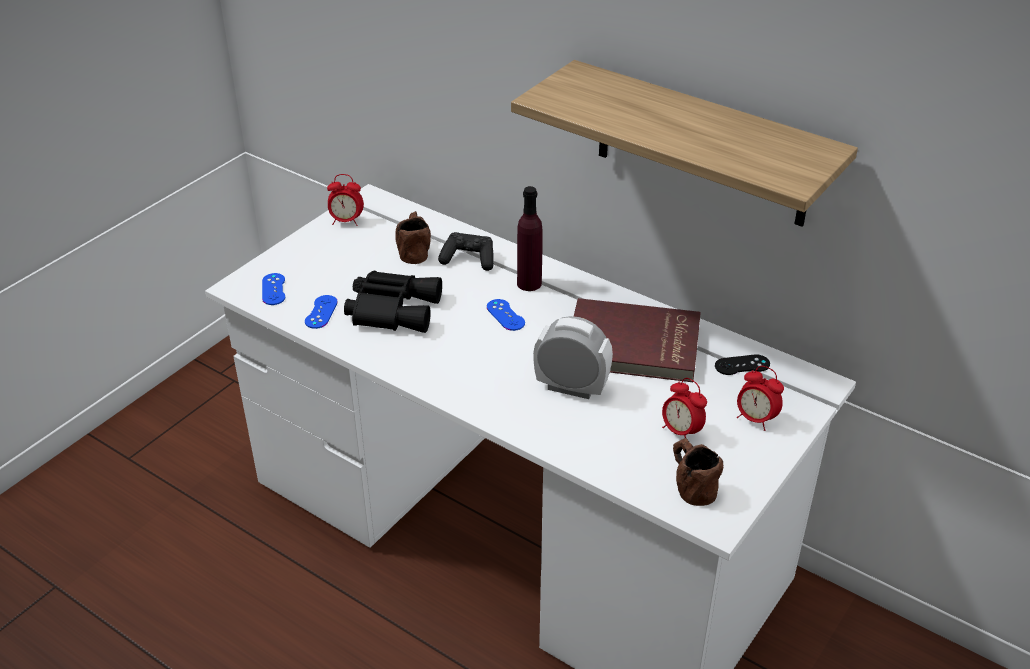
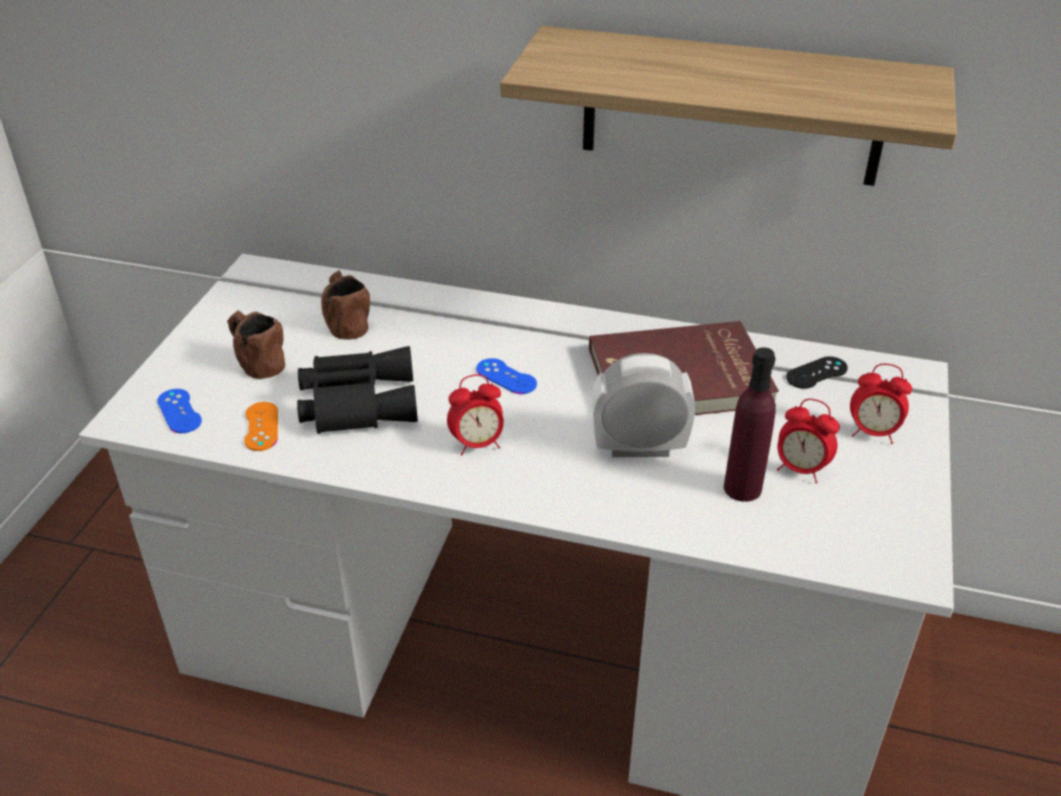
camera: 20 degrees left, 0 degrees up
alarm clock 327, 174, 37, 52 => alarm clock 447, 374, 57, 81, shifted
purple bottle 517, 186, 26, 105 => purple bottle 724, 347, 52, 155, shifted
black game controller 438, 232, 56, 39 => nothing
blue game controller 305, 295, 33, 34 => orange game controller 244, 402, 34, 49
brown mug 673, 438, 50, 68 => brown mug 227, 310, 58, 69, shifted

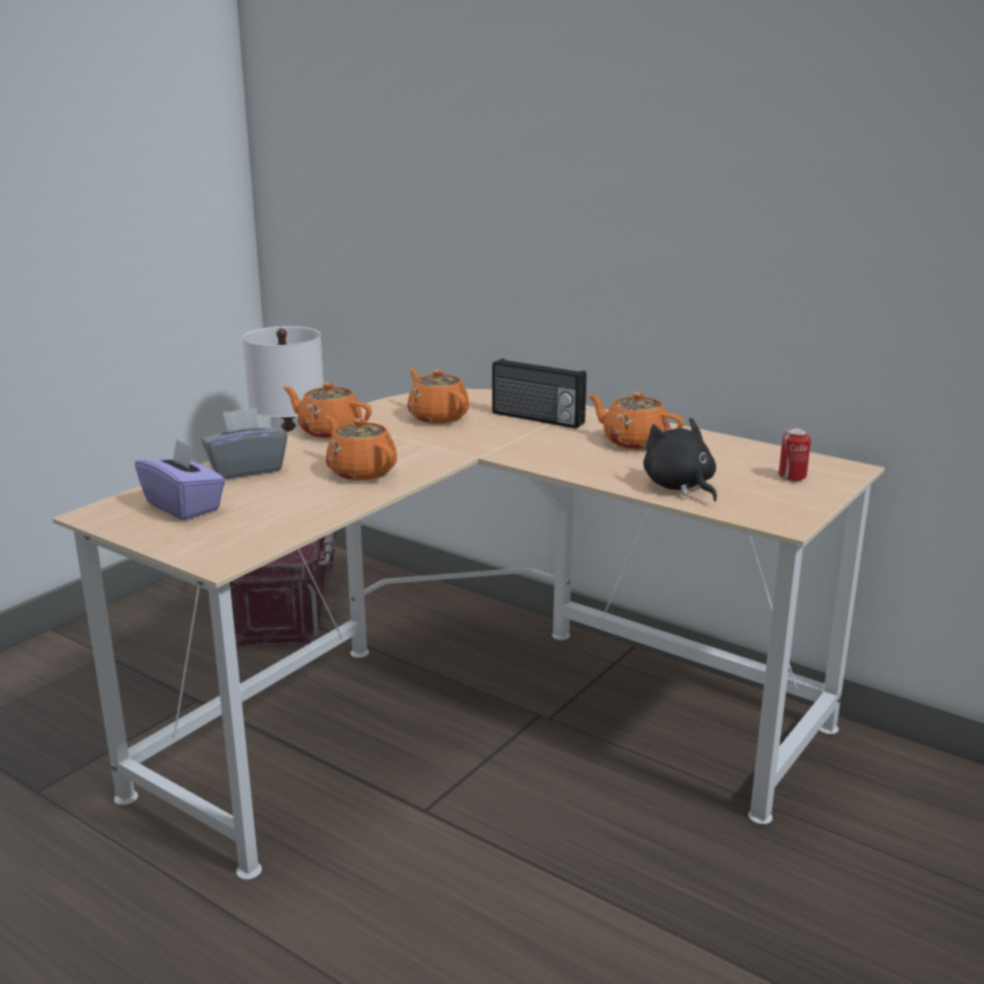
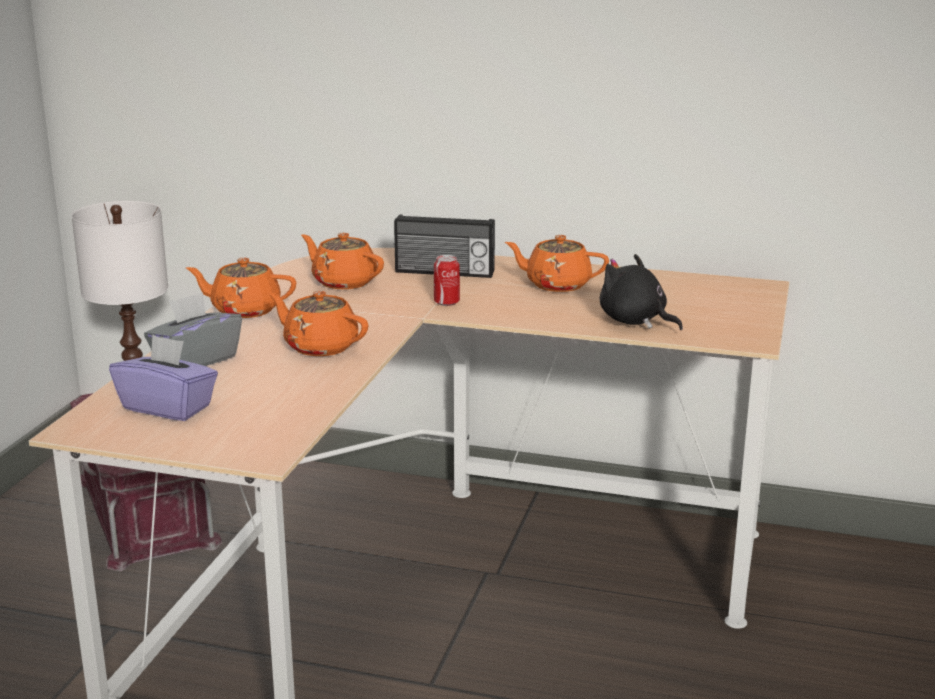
camera: 20 degrees left, 0 degrees up
can 779, 427, 32, 54 => can 434, 255, 26, 51, shifted

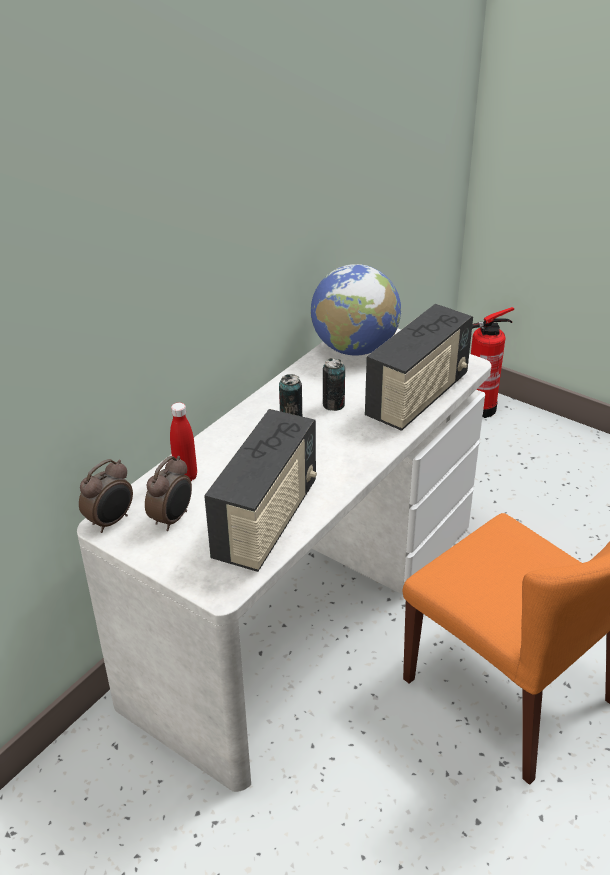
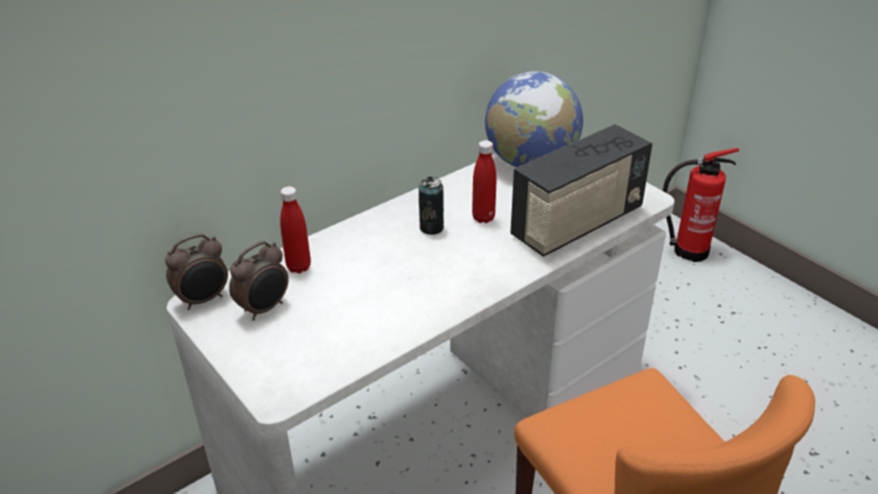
camera: 15 degrees right, 0 degrees up
can 323, 358, 22, 53 => red bottle 472, 140, 24, 83
radio 204, 409, 113, 163 => nothing

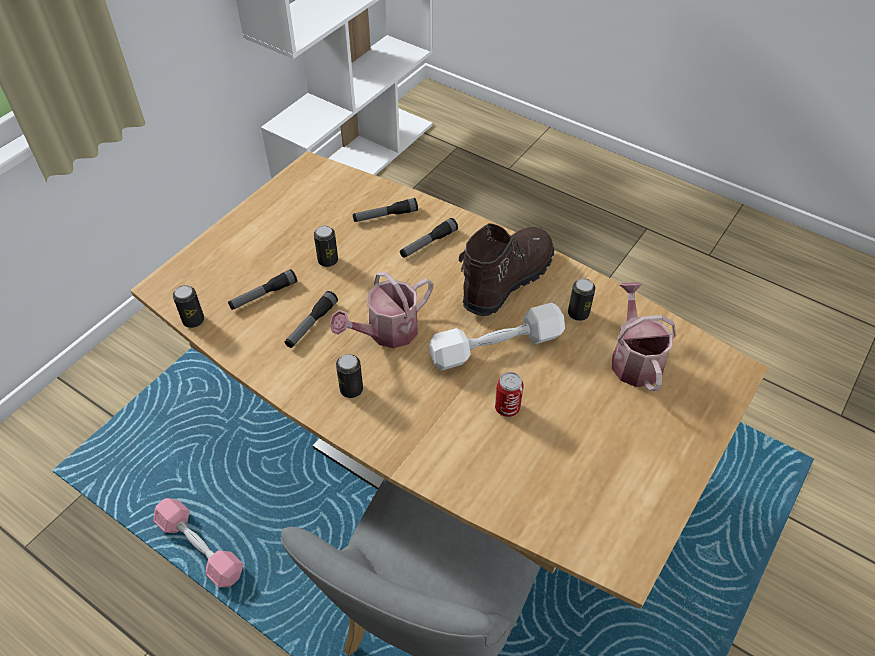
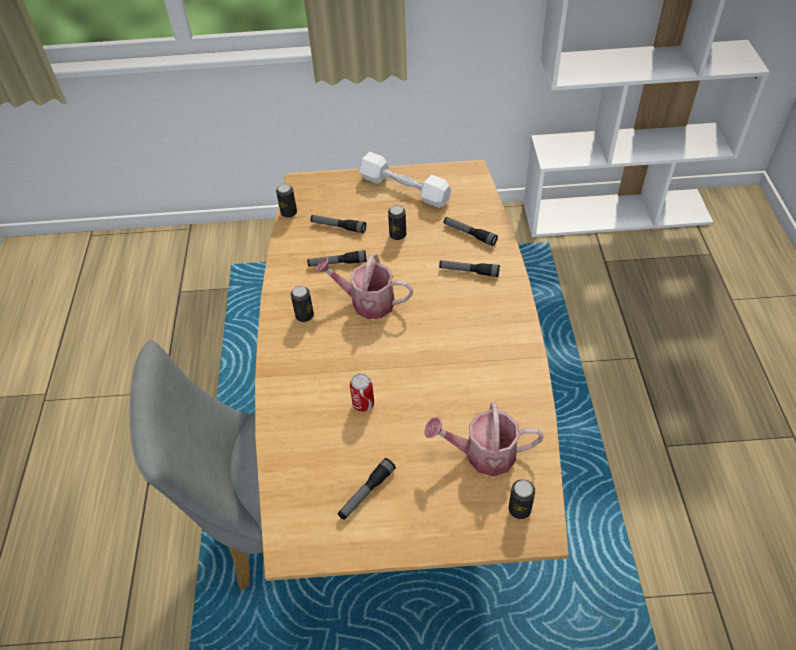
camera: 55 degrees right, 0 degrees up
brown boot 459, 223, 95, 93 => nothing
can 568, 278, 27, 43 => can 508, 479, 27, 40, shifted
watering can 611, 282, 65, 109 => watering can 424, 402, 120, 74, 135 degrees counterclockwise
white dumbbell 429, 303, 136, 68 => white dumbbell 359, 152, 92, 56, shifted
pink dumbbell 153, 498, 90, 89 => nothing
nothing => flashlight 338, 458, 58, 62

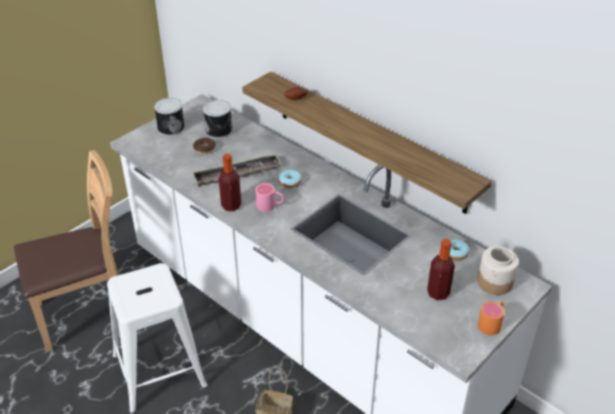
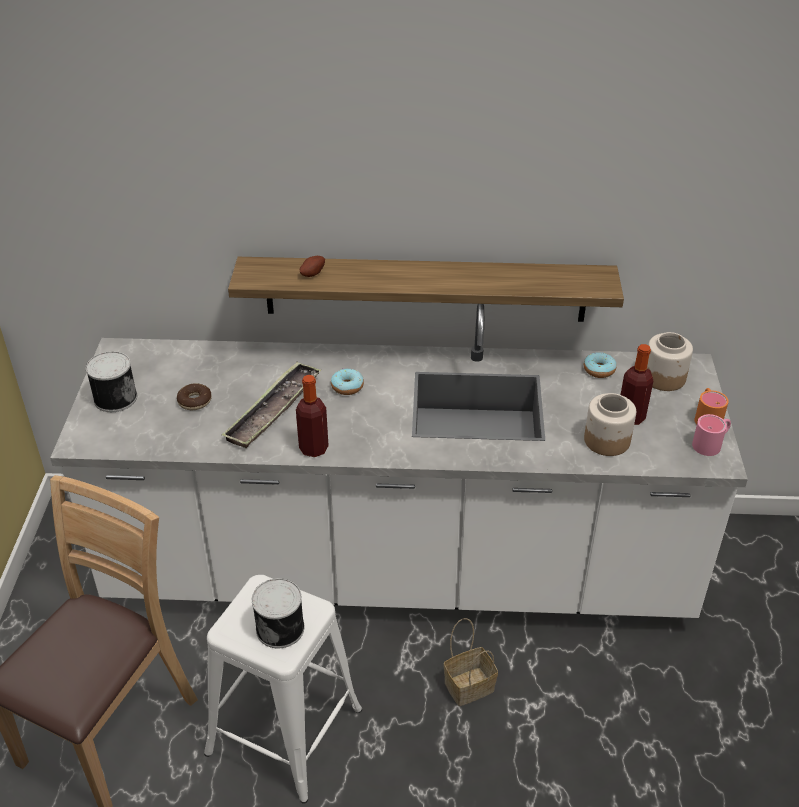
camera: 40 degrees left, 0 degrees up
can 203, 100, 30, 39 => can 252, 578, 53, 70, shifted
pink mug 255, 183, 29, 29 => pink mug 692, 414, 39, 42, shifted
nothing => jar 584, 393, 52, 63

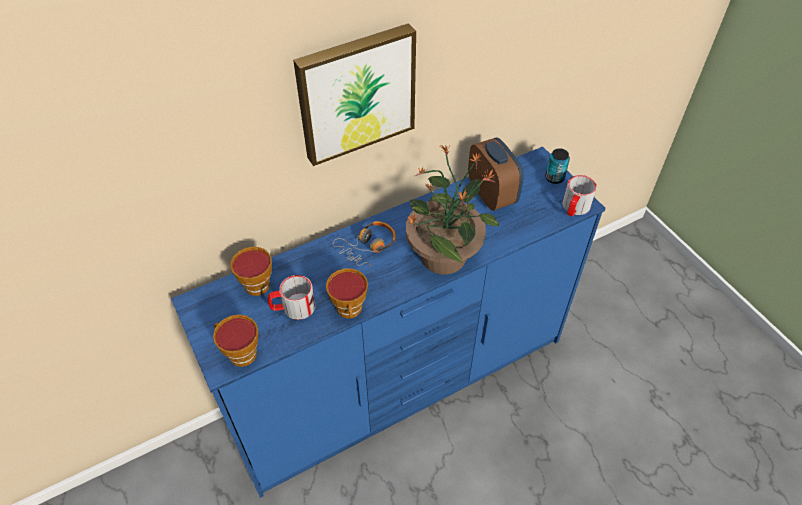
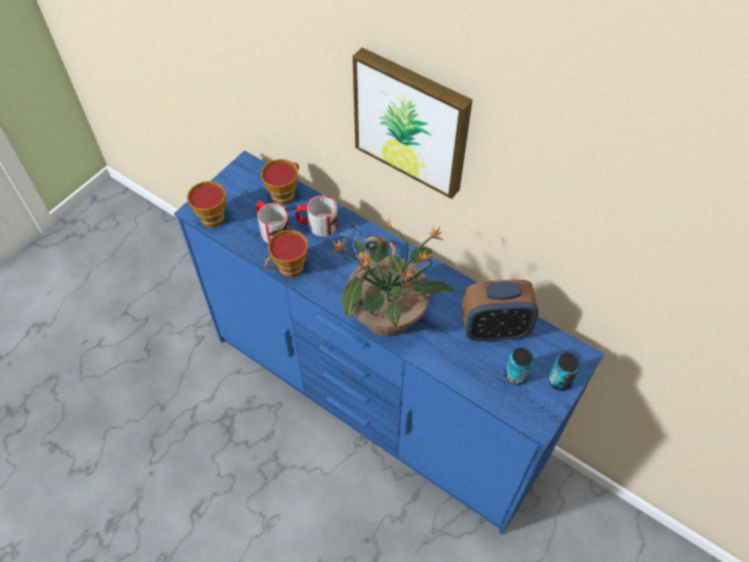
camera: 65 degrees right, 5 degrees up
alarm clock 468, 138, 56, 73 => alarm clock 462, 279, 77, 62, 45 degrees clockwise
mug 562, 175, 35, 41 => mug 296, 195, 42, 42, shifted
nothing => can 505, 347, 29, 38

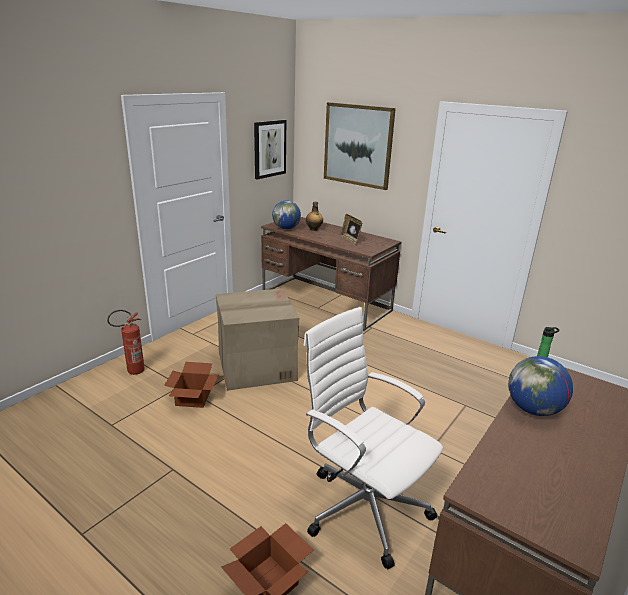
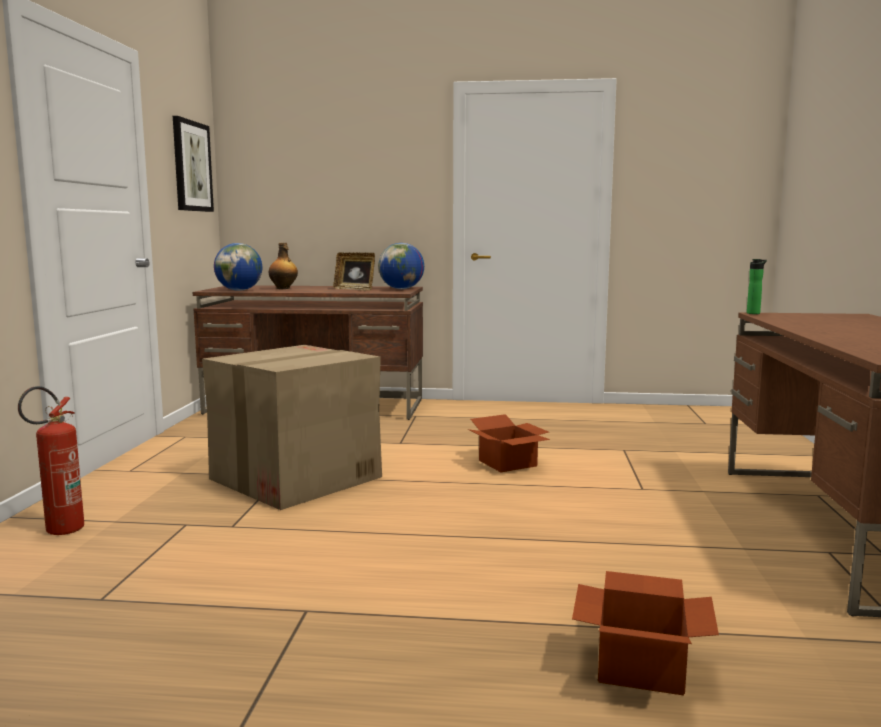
camera: 30 degrees left, 15 degrees down
picture 324, 102, 72, 88 => nothing
white office chair 304, 307, 139, 263 => nothing
globe 508, 356, 65, 60 => globe 378, 243, 46, 46, shifted
cardboard box 164, 362, 54, 46 => cardboard box 468, 414, 82, 58, shifted

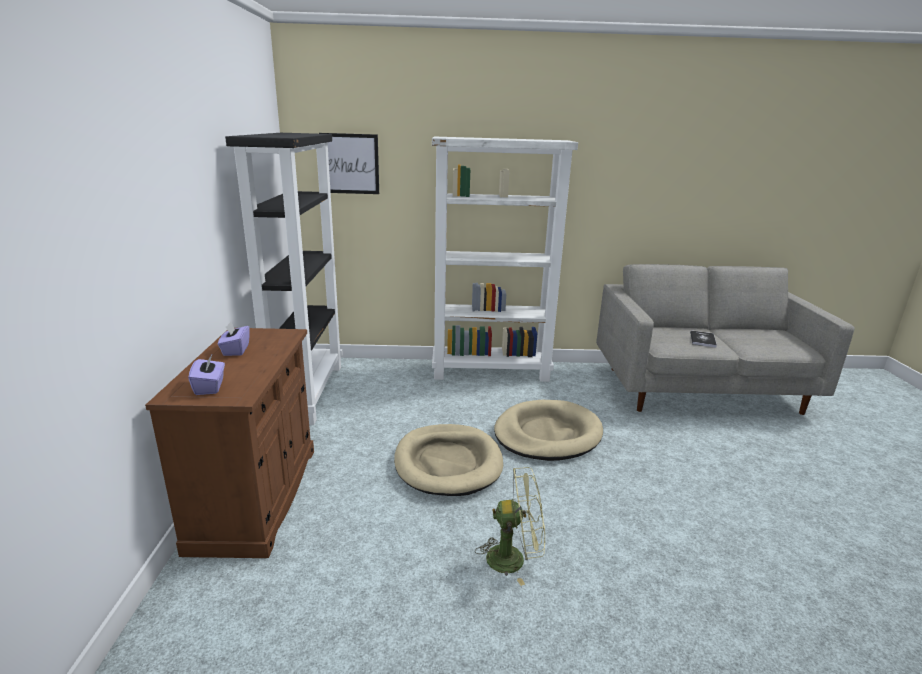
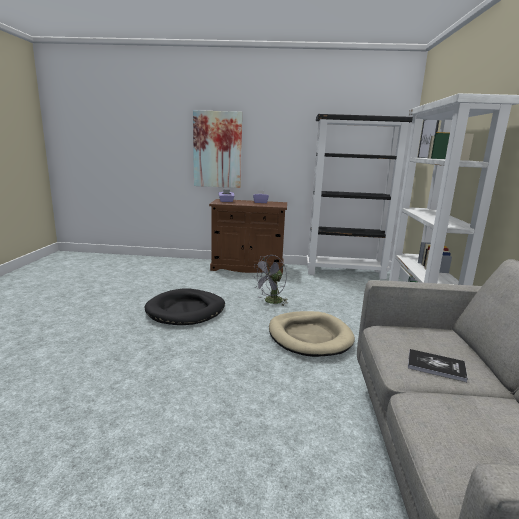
camera: 95 degrees right, 5 degrees down
beige dog bed 394, 424, 109, 72 => grey fan 252, 255, 36, 51
green fan 475, 467, 70, 119 => black dog bed 145, 288, 80, 37
nothing => picture 193, 110, 49, 78

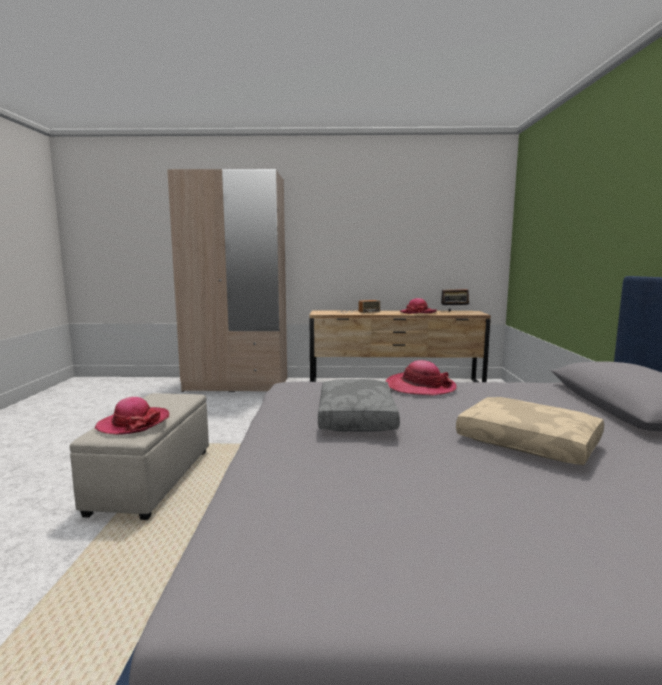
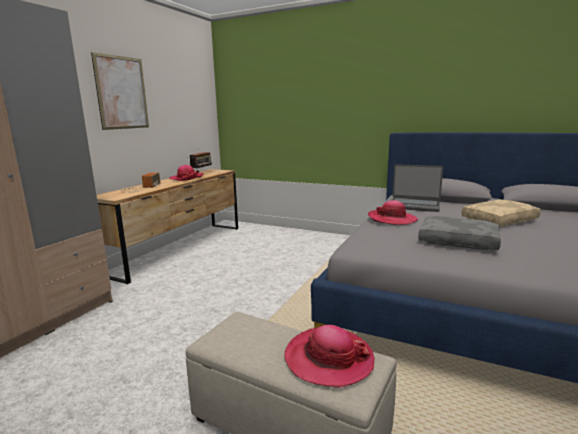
camera: 65 degrees left, 5 degrees up
nothing => picture 91, 52, 58, 78
nothing => laptop 392, 164, 51, 48

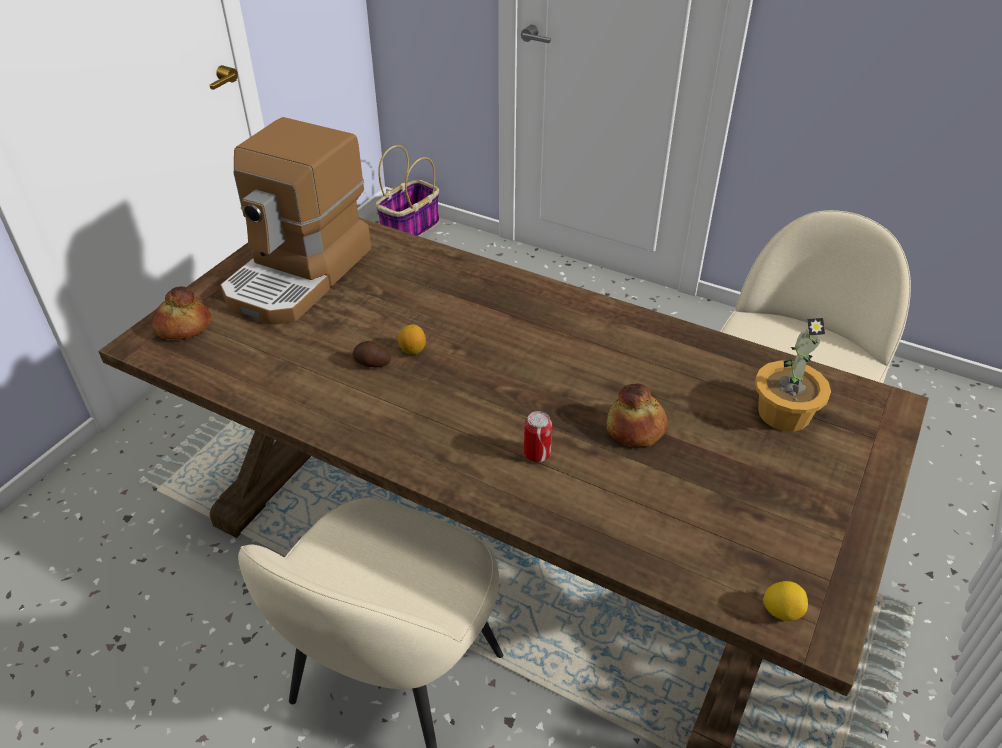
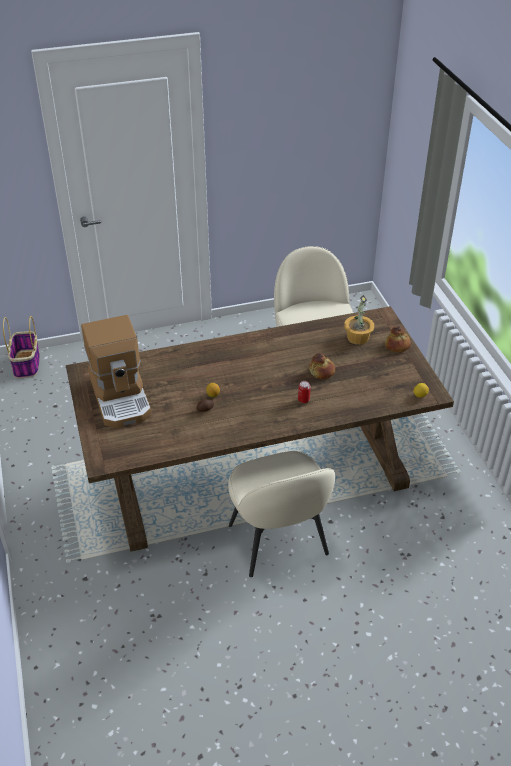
camera: 45 degrees left, 0 degrees up
bread 151, 286, 60, 54 => bread 385, 326, 26, 26, shifted

